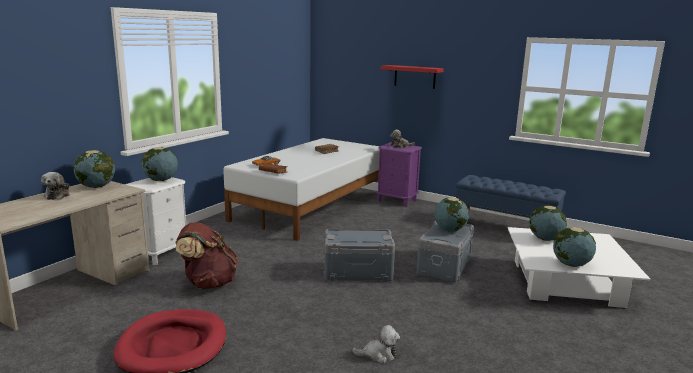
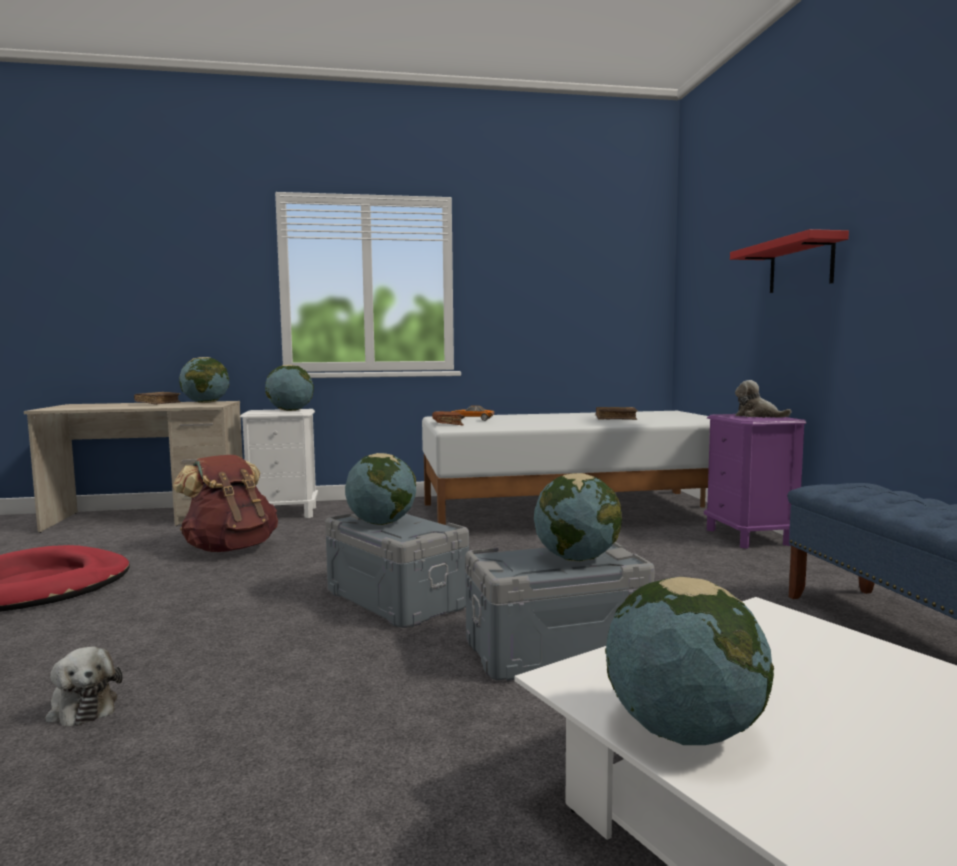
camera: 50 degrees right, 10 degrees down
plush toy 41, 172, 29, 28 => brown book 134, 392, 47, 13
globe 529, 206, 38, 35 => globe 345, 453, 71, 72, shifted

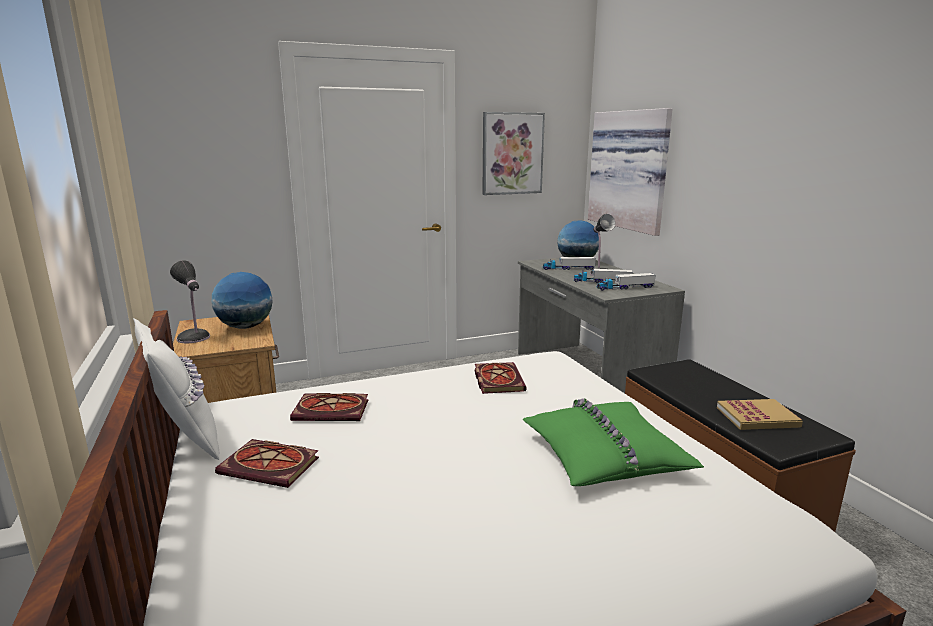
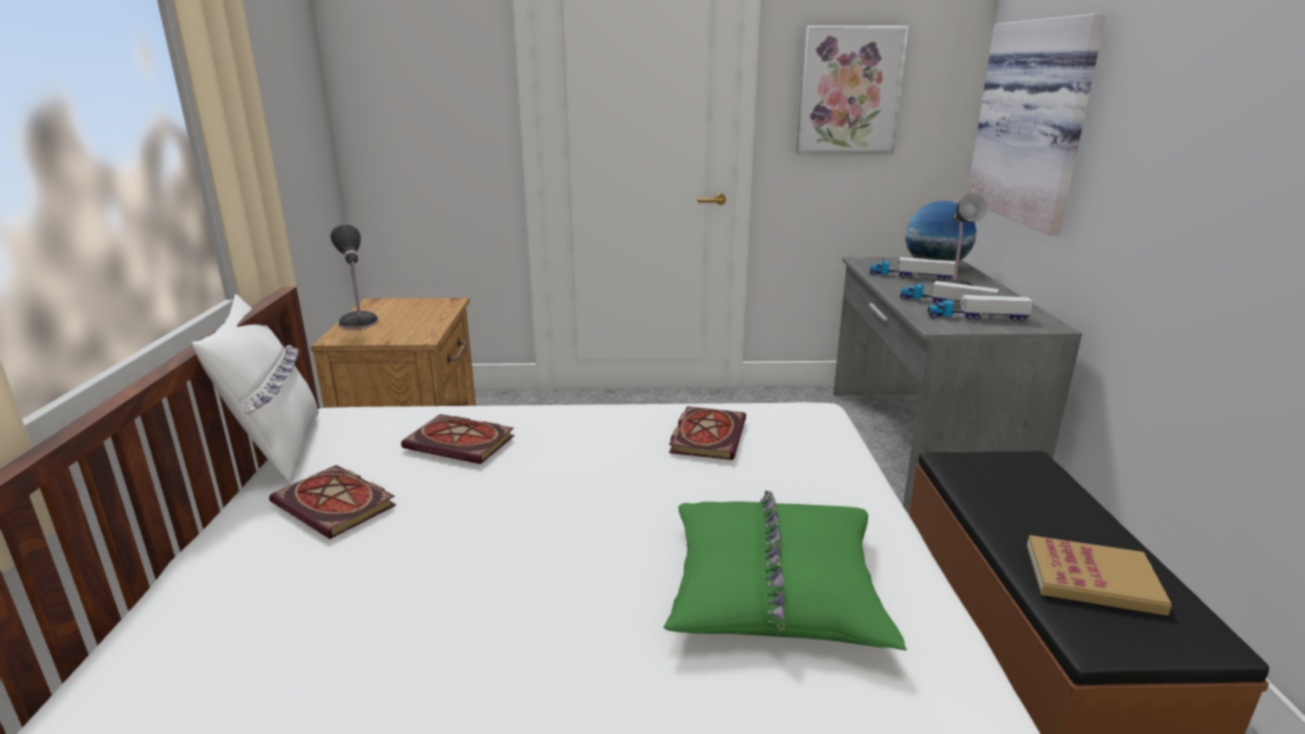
camera: 20 degrees right, 5 degrees up
globe 212, 272, 61, 57 => nothing

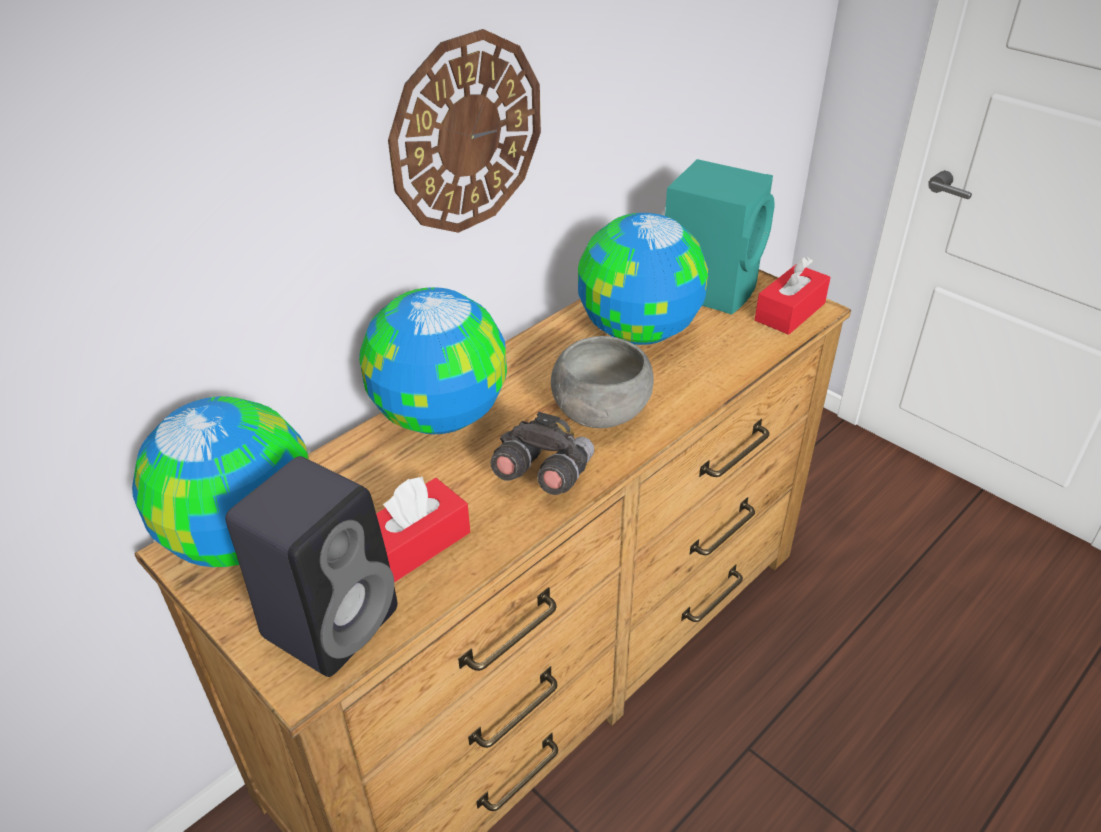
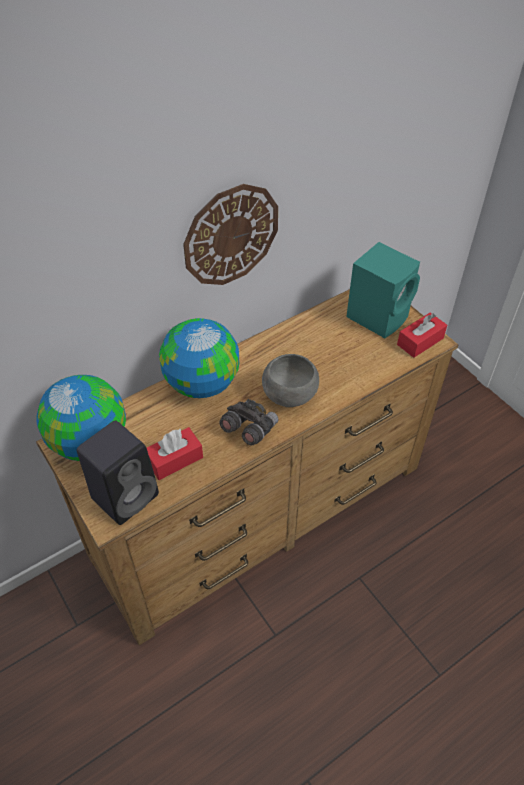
camera: 10 degrees right, 10 degrees up
globe 578, 213, 130, 132 => nothing

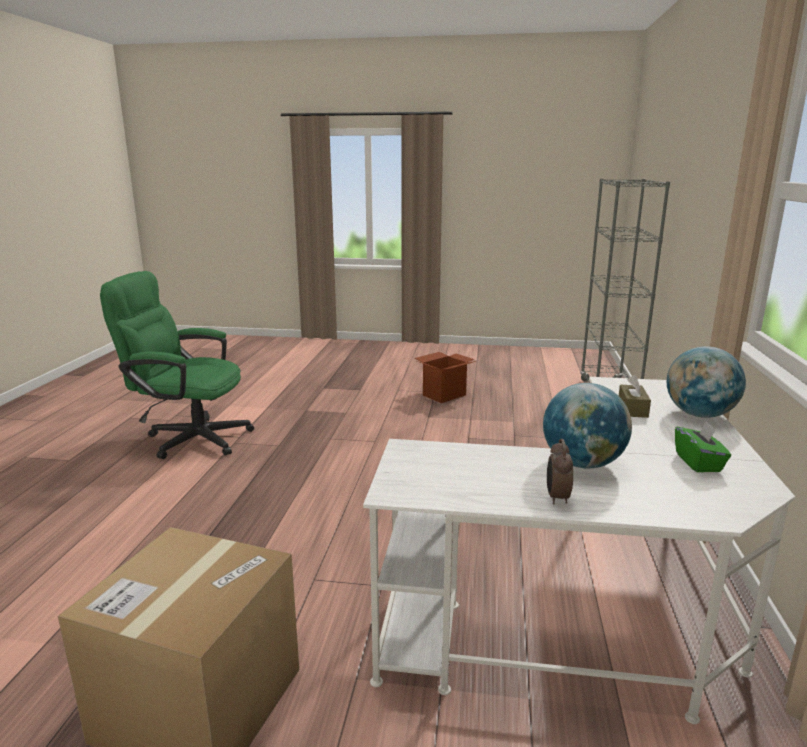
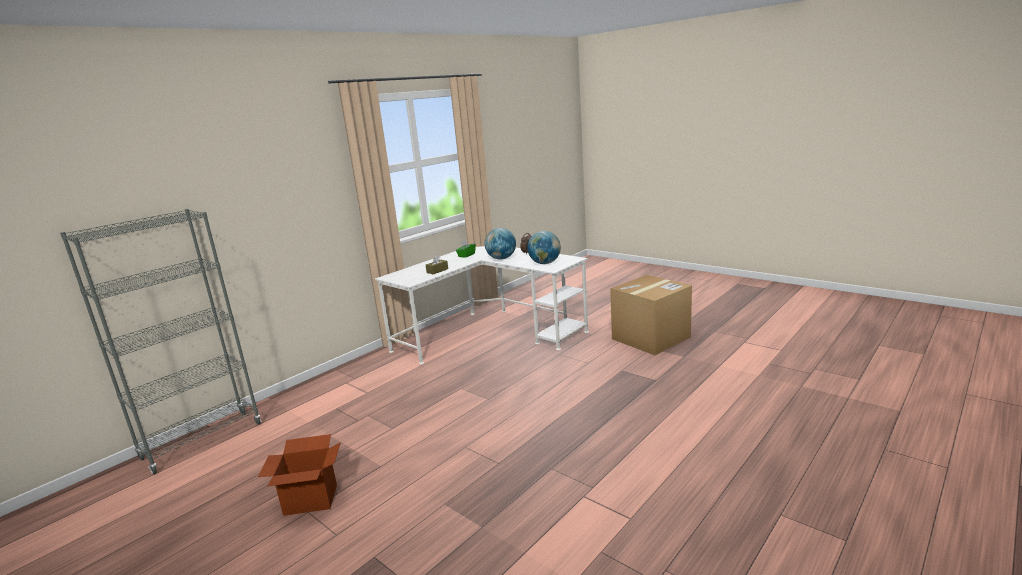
camera: 145 degrees left, 0 degrees up
green office chair 100, 271, 154, 188 => nothing
globe 667, 346, 79, 72 => globe 527, 231, 34, 33, shifted

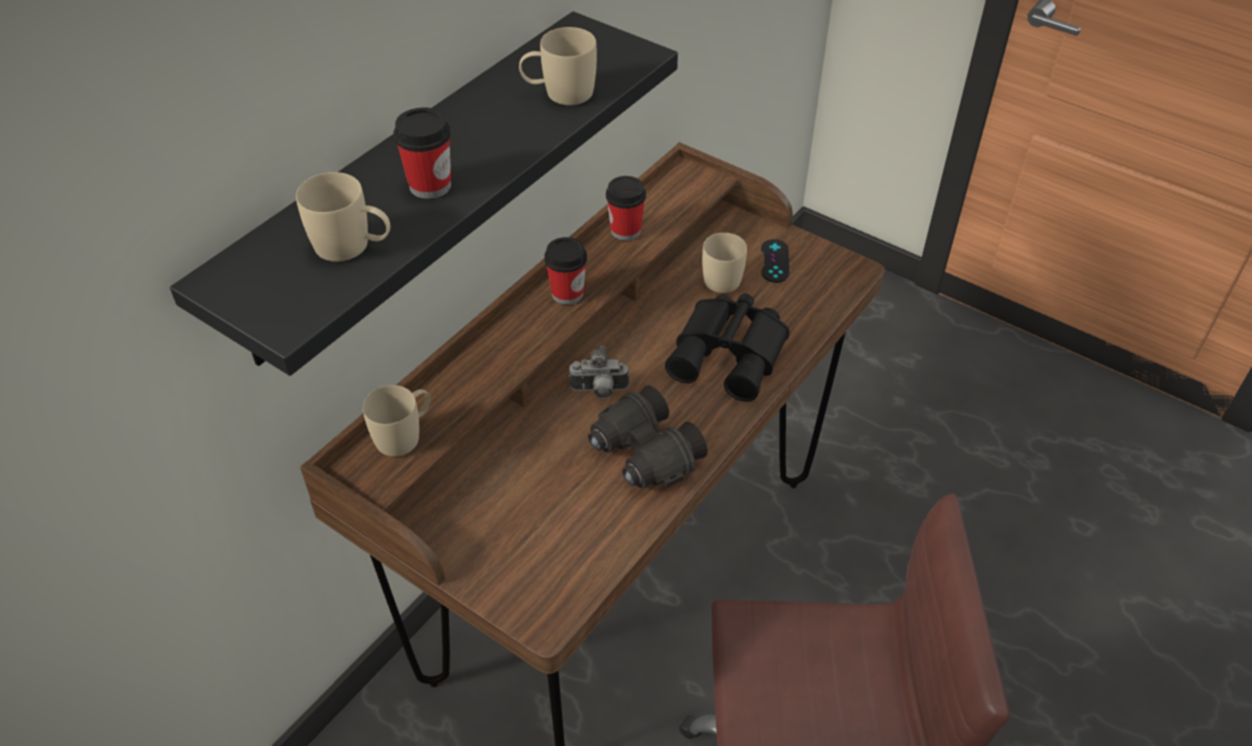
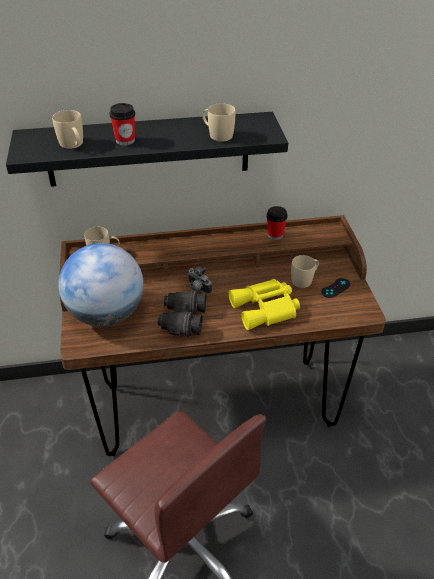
camera: 45 degrees right, 5 degrees down
cup 544, 237, 43, 68 => nothing
black binoculars 665, 294, 124, 108 => yellow binoculars 228, 279, 72, 51
nothing => globe 59, 243, 85, 84

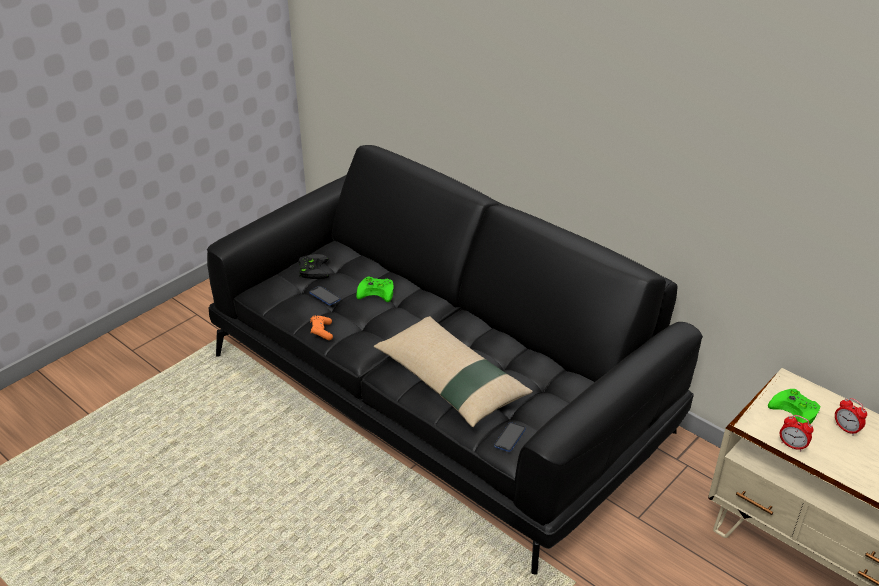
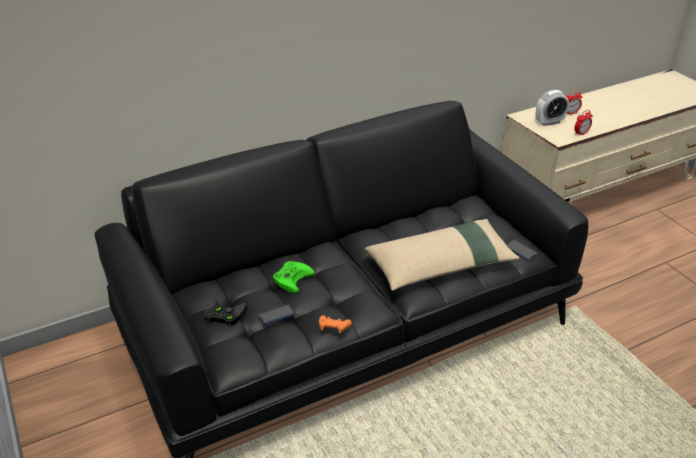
camera: 70 degrees left, 0 degrees up
green game controller 768, 389, 53, 35 => alarm clock 536, 90, 33, 36

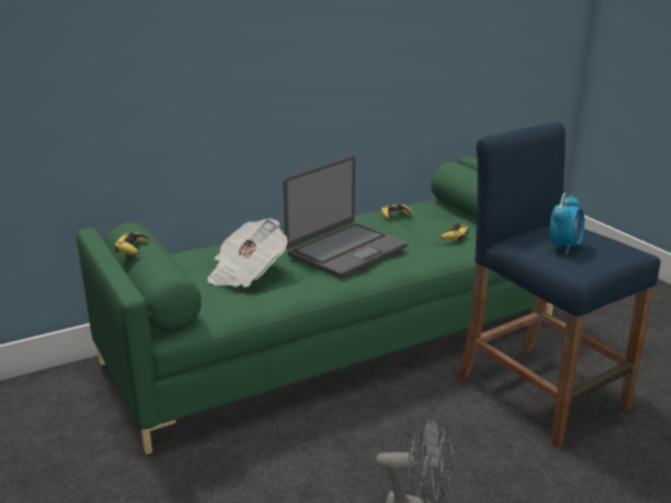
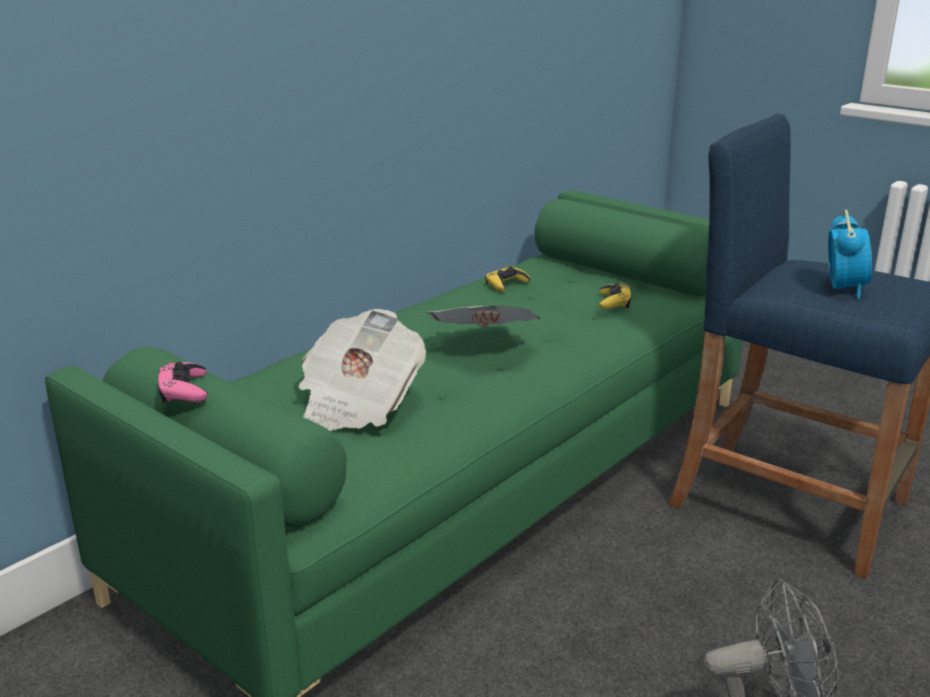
camera: 20 degrees left, 0 degrees up
laptop 283, 156, 124, 122 => newspaper 425, 305, 116, 22
yellow game controller 115, 232, 34, 23 => pink game controller 158, 361, 50, 41

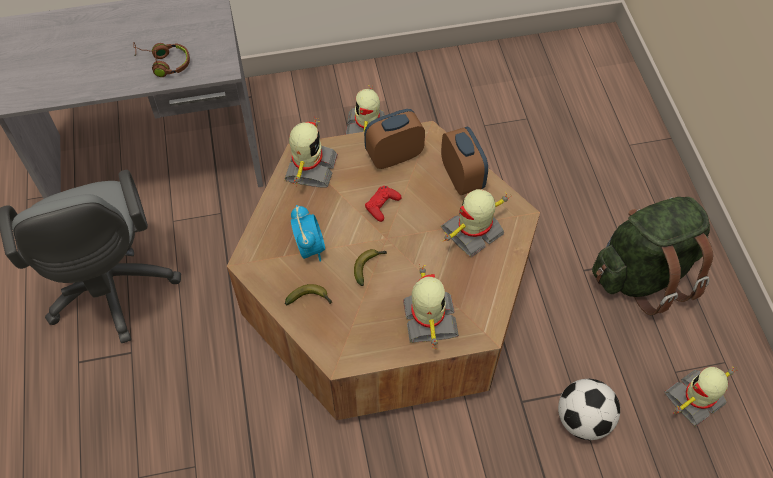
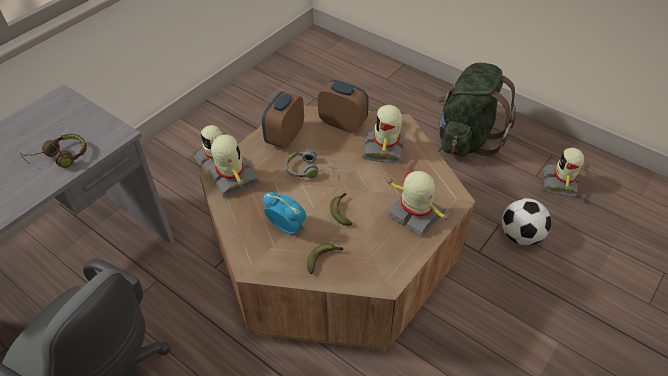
camera: 40 degrees left, 10 degrees down
red game controller 365, 186, 36, 36 => grey headphones 285, 146, 49, 33

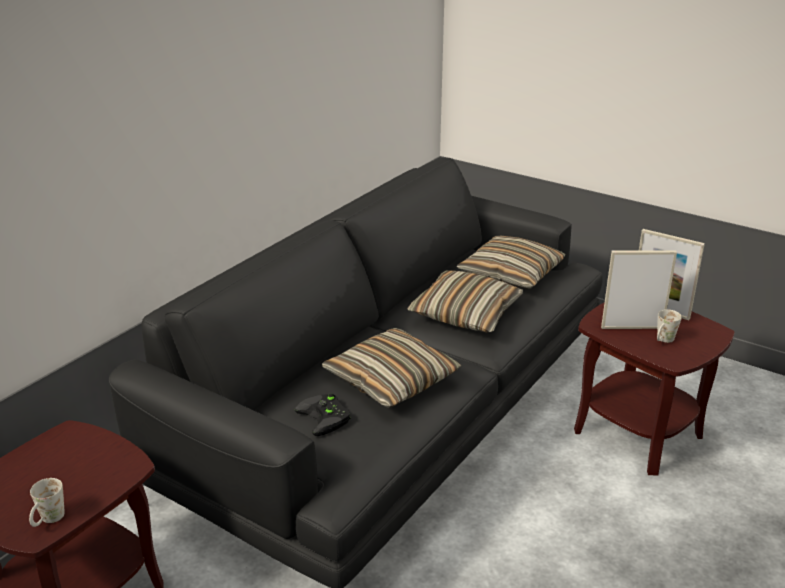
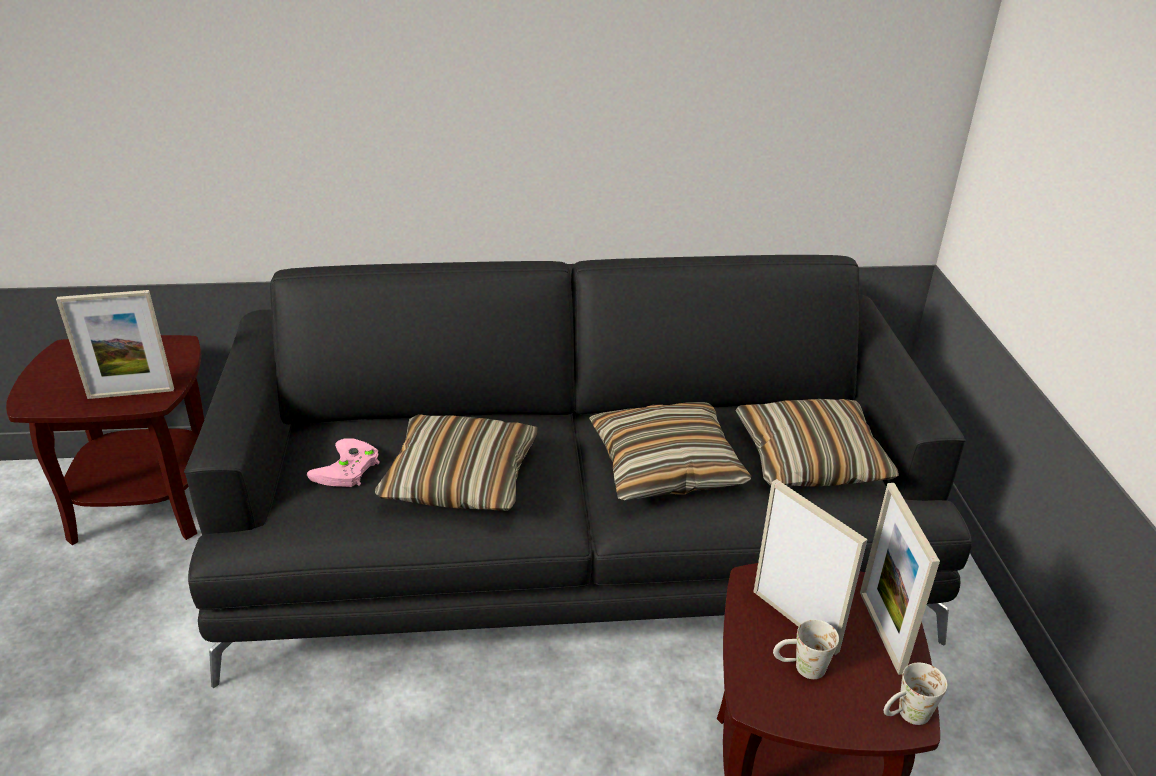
camera: 50 degrees right, 5 degrees up
black game controller 295, 393, 55, 43 => pink game controller 307, 438, 73, 49
white mug 29, 478, 36, 49 => white mug 884, 663, 63, 62, shifted
nothing => picture frame 56, 290, 118, 109

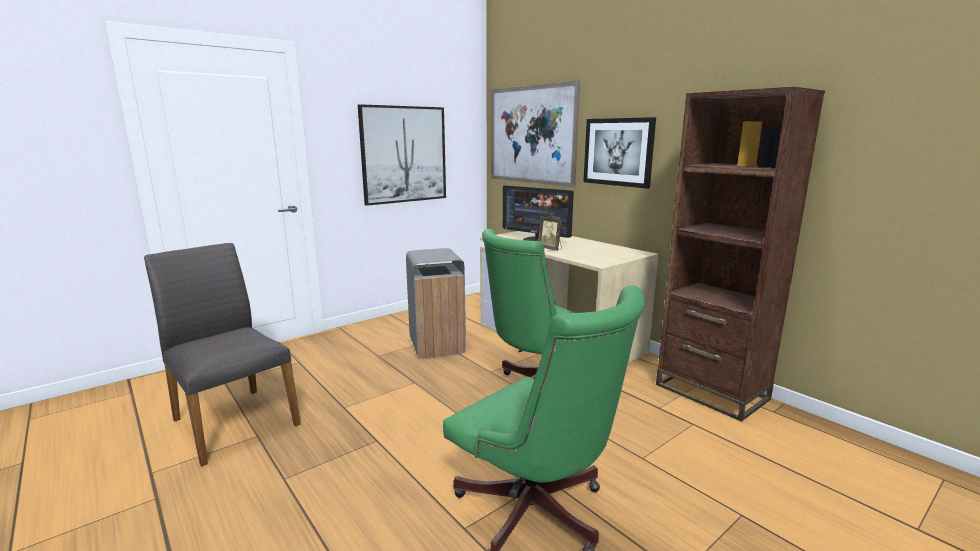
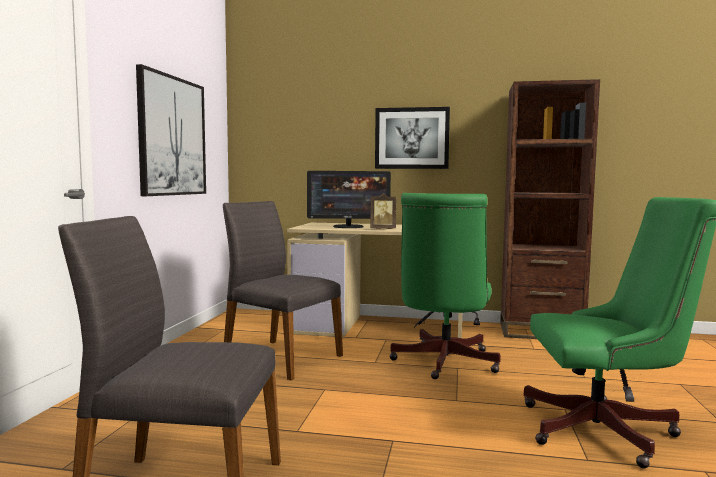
camera: 40 degrees left, 10 degrees down
picture 491, 81, 89, 106 => nothing
grey trash can 406, 248, 60, 111 => grey chair 223, 201, 120, 179

